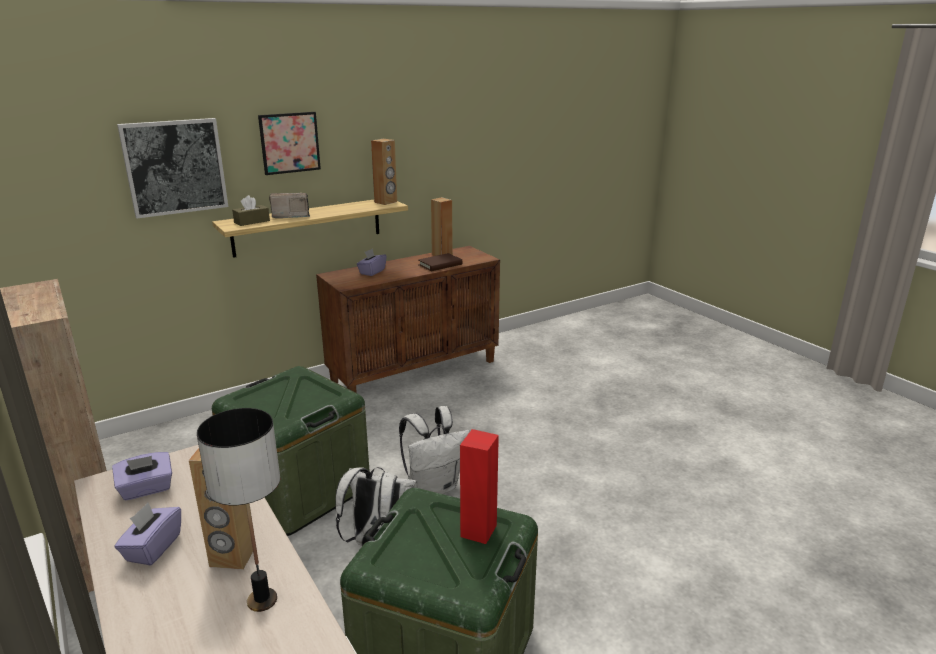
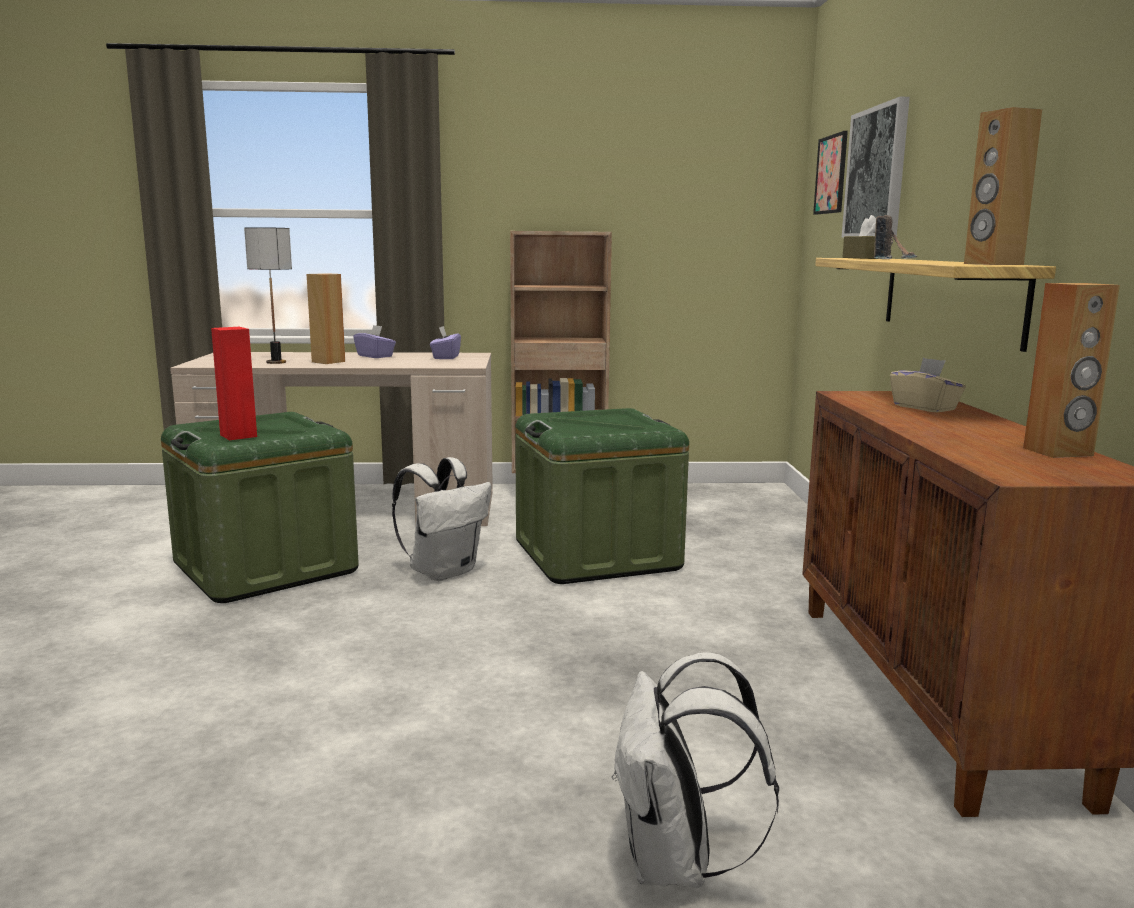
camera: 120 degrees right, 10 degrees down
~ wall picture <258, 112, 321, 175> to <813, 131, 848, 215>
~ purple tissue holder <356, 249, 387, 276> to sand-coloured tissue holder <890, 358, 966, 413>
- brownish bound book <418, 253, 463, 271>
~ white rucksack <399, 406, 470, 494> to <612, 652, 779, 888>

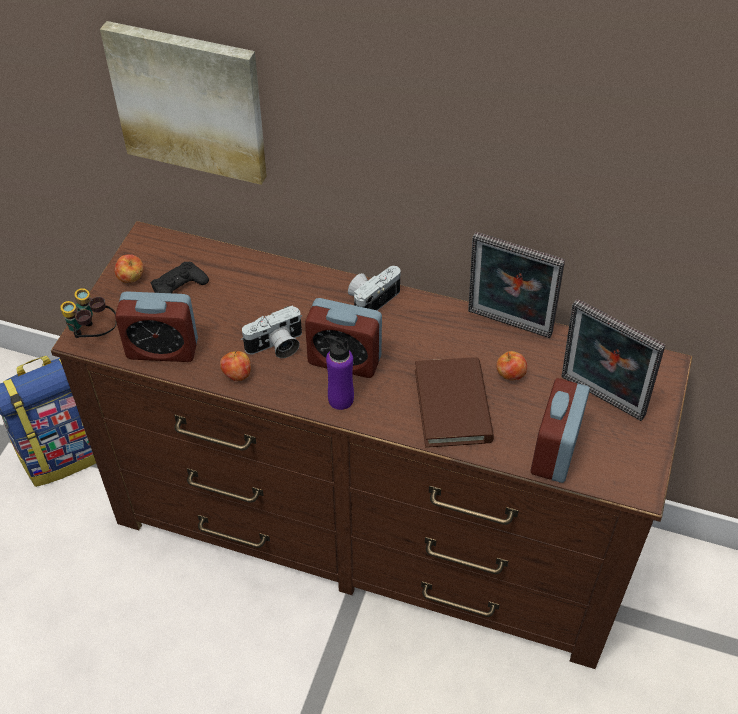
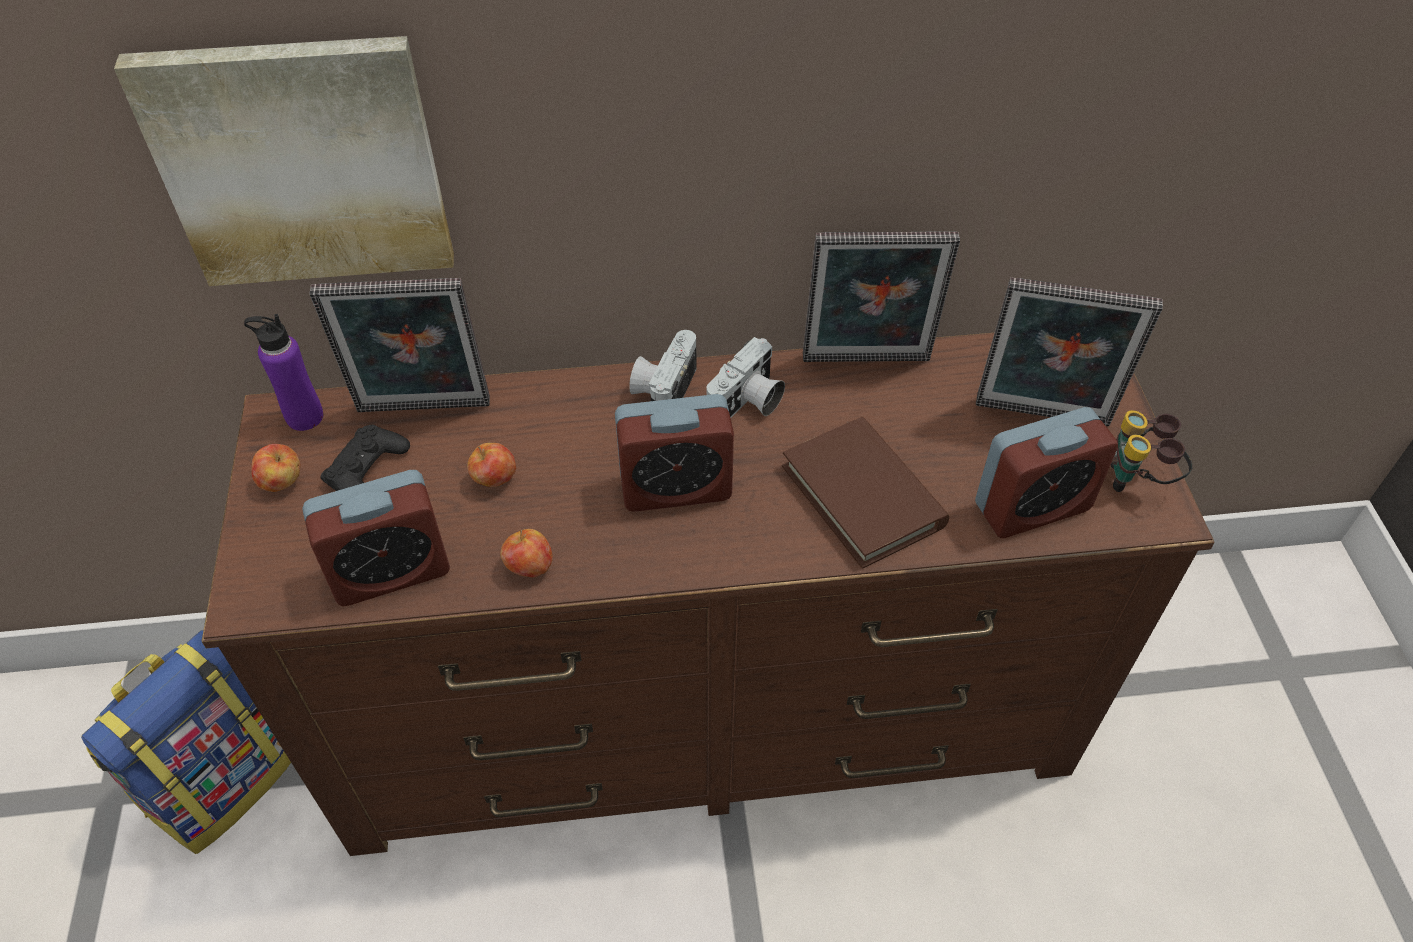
camera: 25 degrees left, 0 degrees up
~ pair of binoculars <60, 288, 117, 338> to <1111, 410, 1193, 492>
~ still camera <241, 305, 302, 358> to <706, 337, 785, 417>
~ purple drink bottle <325, 335, 354, 410> to <244, 314, 323, 431>
~ apple fruit <496, 351, 527, 380> to <467, 443, 516, 487>
~ bedside clock <531, 378, 590, 483> = <975, 407, 1118, 538> 105 degrees counterclockwise
+ picture frame <310, 278, 490, 412>

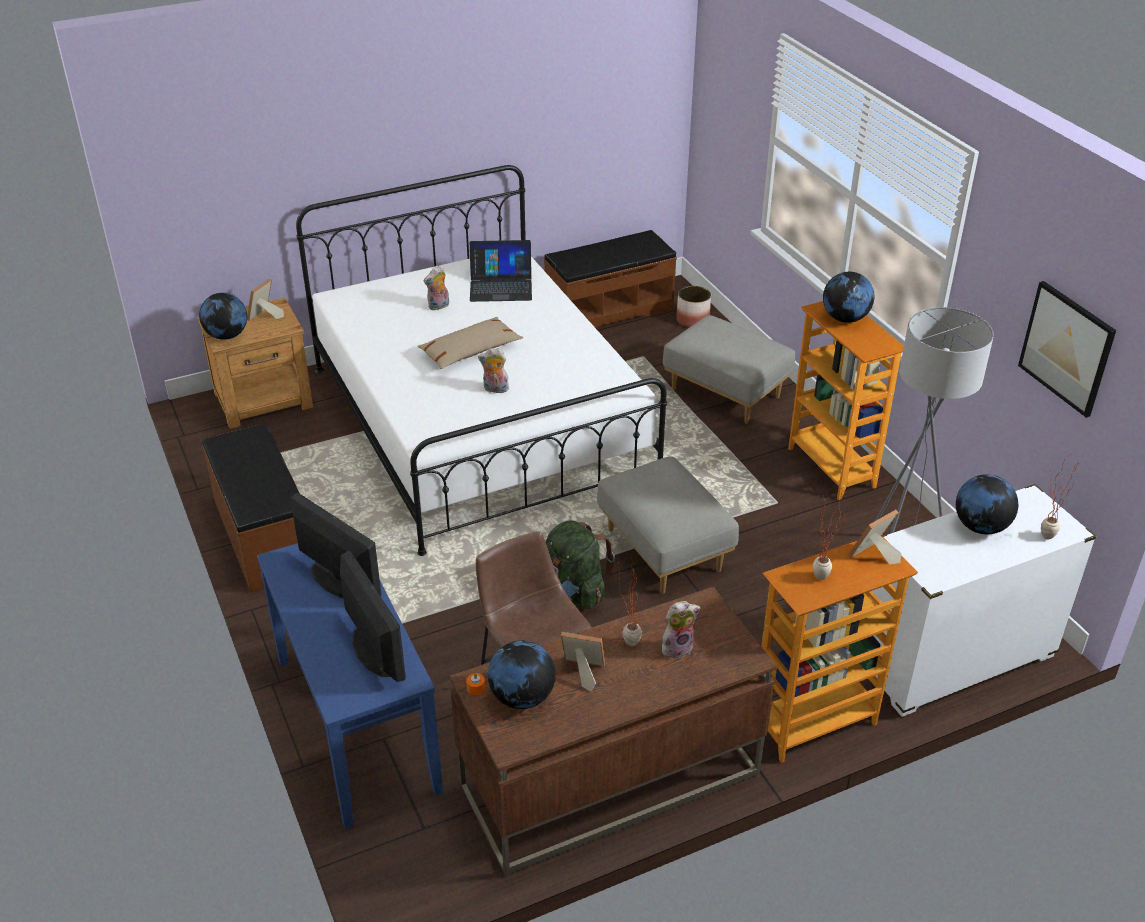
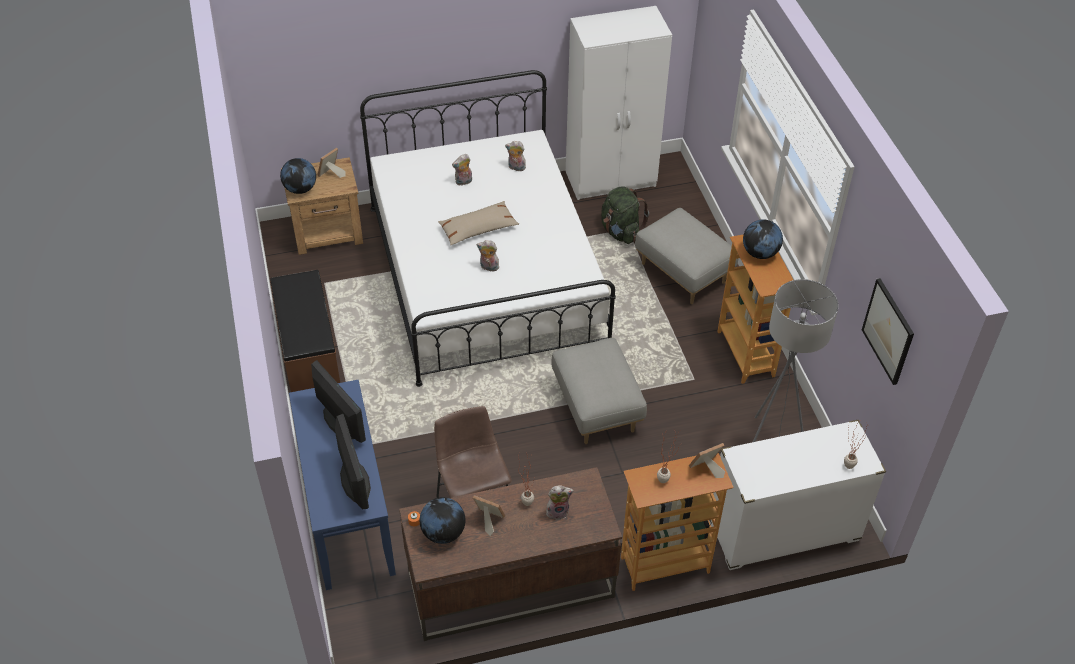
camera: 10 degrees right, 10 degrees up
~ brownish bench <544, 230, 677, 328> to white wardrobe <566, 6, 672, 200>
~ laptop <470, 240, 532, 302> to plush toy <505, 141, 526, 171>
- planter <676, 286, 711, 327>
- desk globe <956, 474, 1018, 534>
~ green-coloured rucksack <546, 520, 615, 609> to <601, 186, 649, 244>

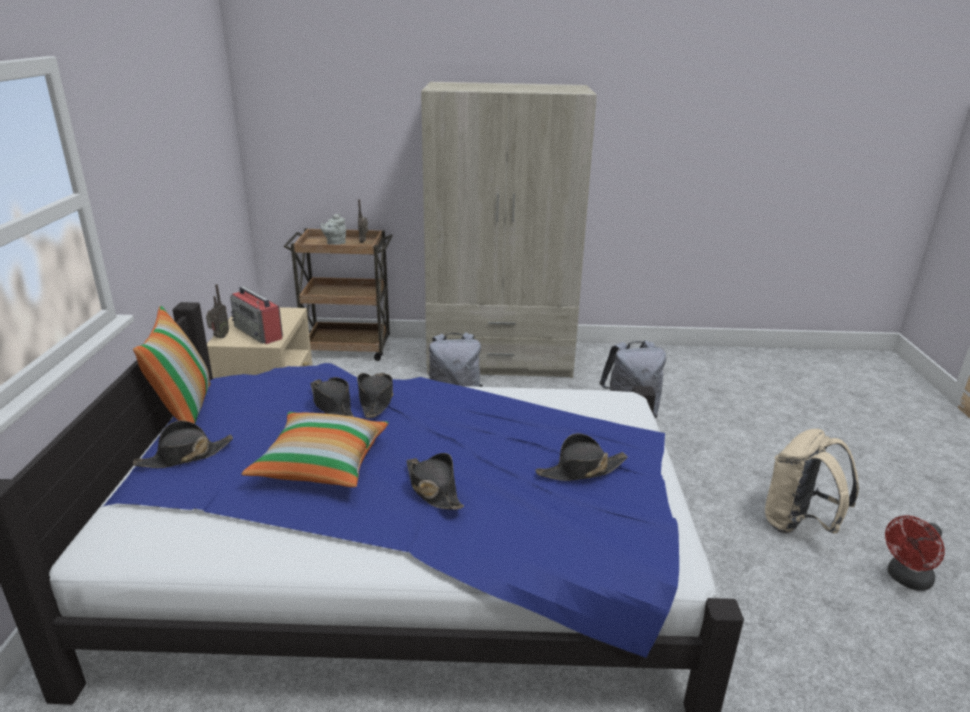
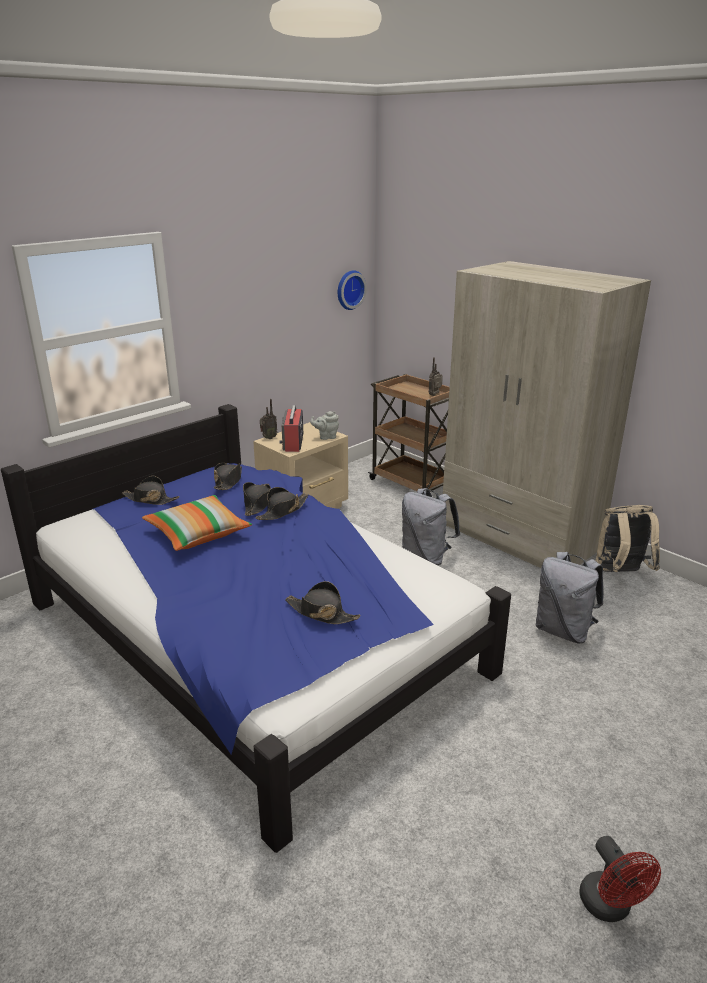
camera: 45 degrees right, 0 degrees up
~ greyish pot for tea <320, 213, 346, 245> to <310, 411, 339, 440>
- cushion <133, 306, 211, 424>
~ sand-coloured rucksack <765, 429, 859, 534> to <595, 505, 660, 572>
~ black-coloured wearable hat <407, 453, 464, 510> to <213, 463, 242, 490>
~ reddish electric fan <885, 516, 945, 591> = <579, 836, 661, 922> 120 degrees counterclockwise
+ clock on the wall <338, 270, 367, 310>

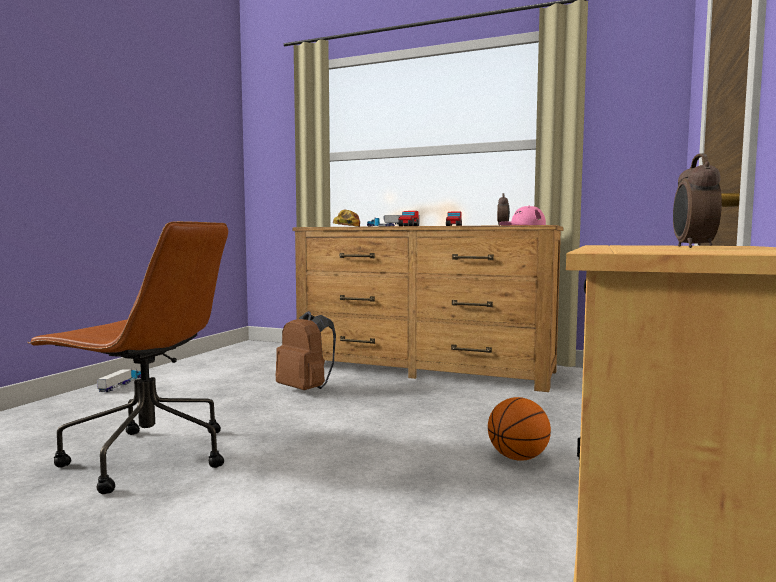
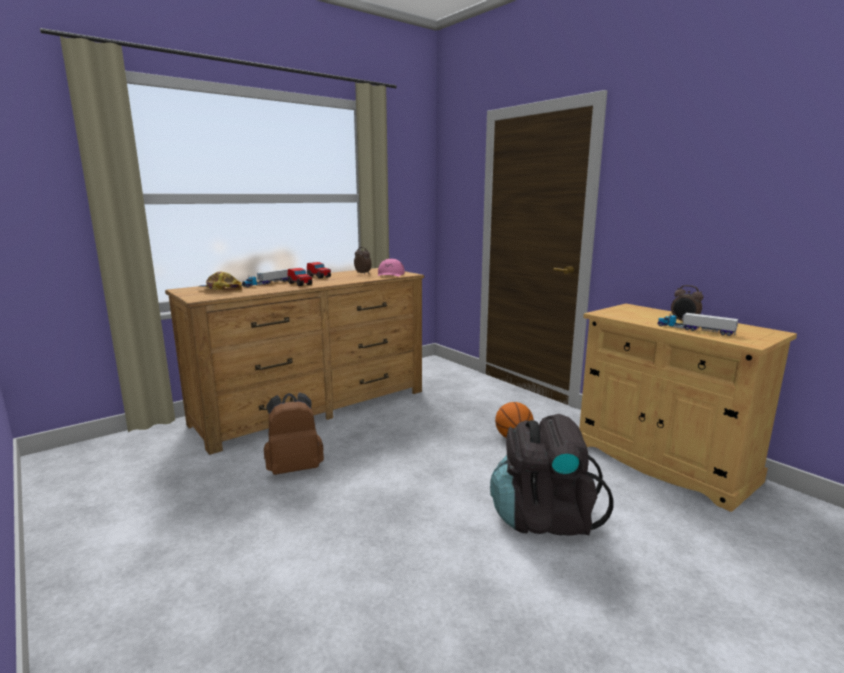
camera: 60 degrees left, 10 degrees up
- brownish office chair <27, 221, 228, 494>
~ model truck <97, 369, 141, 392> to <657, 313, 738, 336>
+ black-coloured rucksack <490, 414, 613, 536>

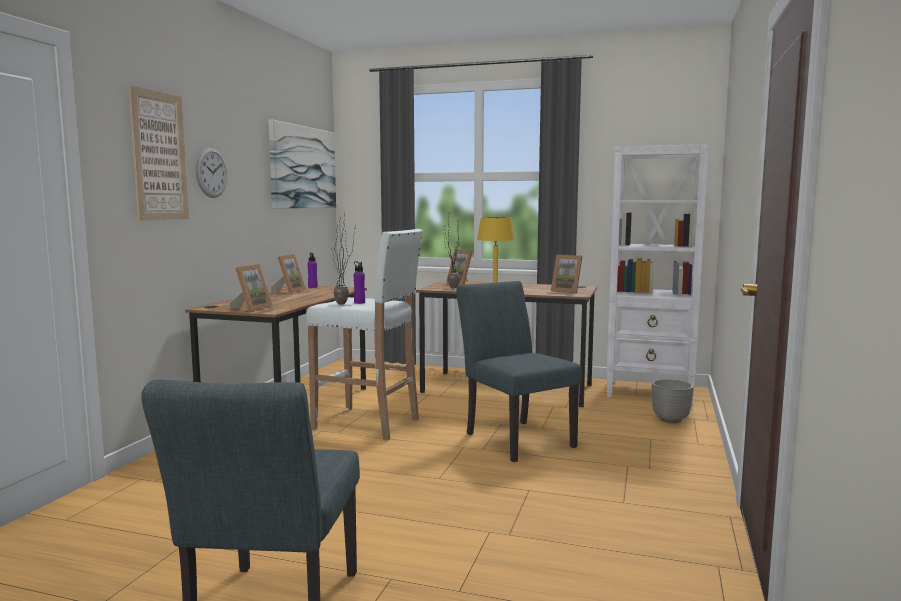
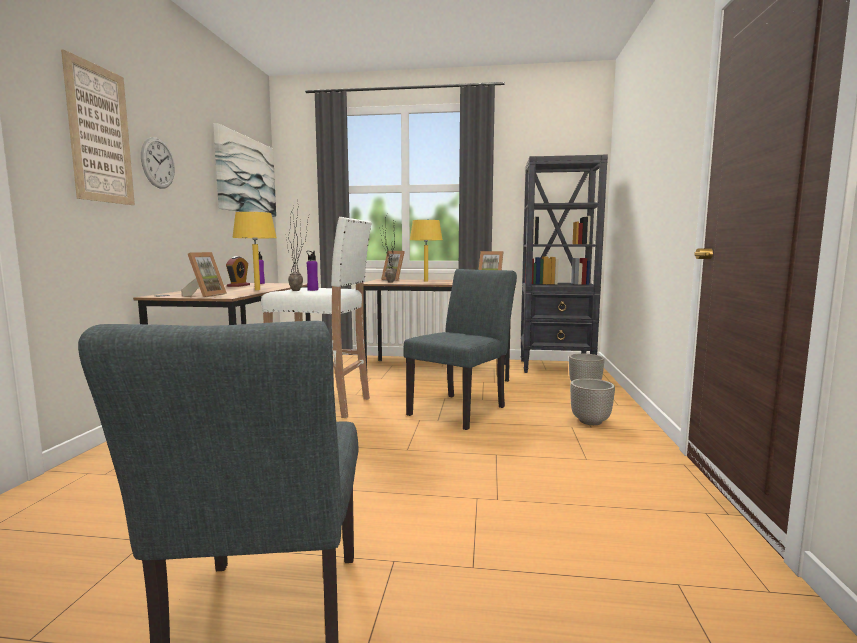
camera: 10 degrees left, 0 degrees up
~ white bookshelf <607, 144, 709, 402> to black-coloured bookshelf <521, 155, 608, 373>
~ picture frame <271, 254, 306, 293> to bedside clock <226, 256, 250, 287>
~ greyish plain chair <456, 281, 582, 462> = <404, 269, 517, 430> 75 degrees clockwise
+ yellow lamp for a table <232, 212, 277, 290>
+ planter <570, 379, 615, 425>

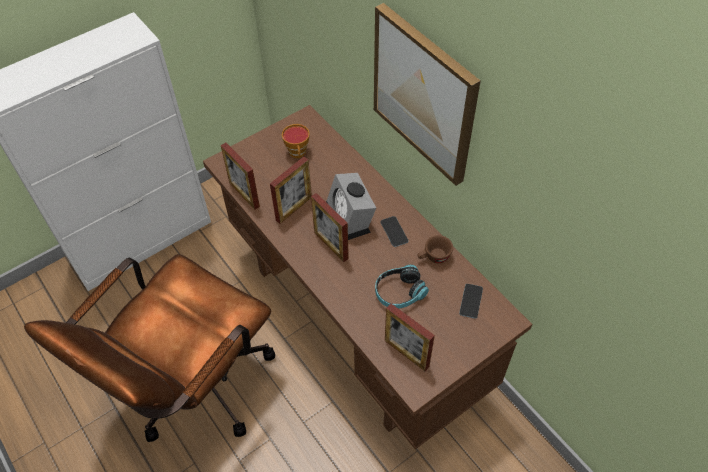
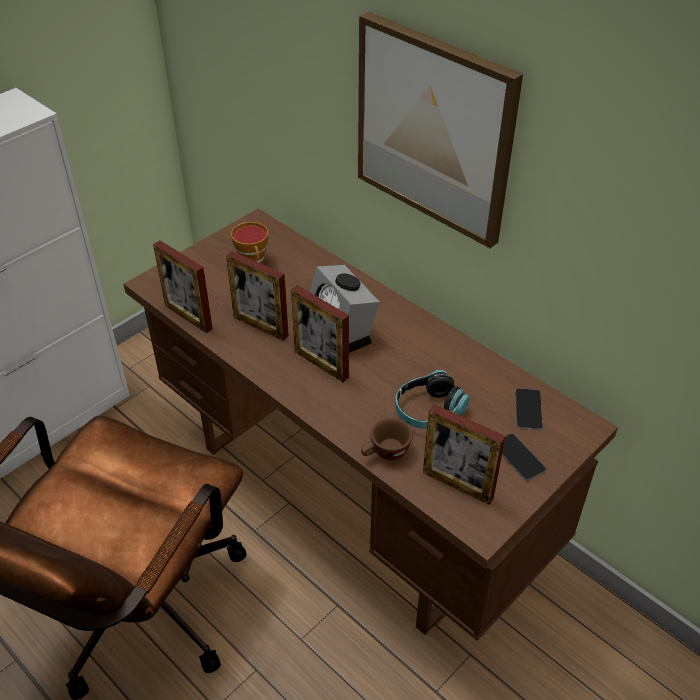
camera: 10 degrees left, 10 degrees down
~ picture frame <270, 157, 312, 224> = <226, 251, 289, 341> 90 degrees clockwise
~ handset <381, 216, 409, 247> to <502, 434, 546, 481>
~ brownish small cup <418, 235, 453, 263> to <361, 418, 413, 460>

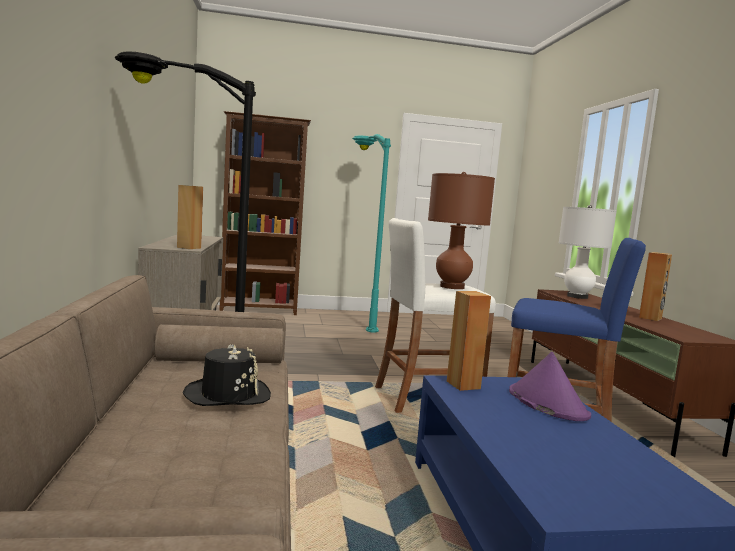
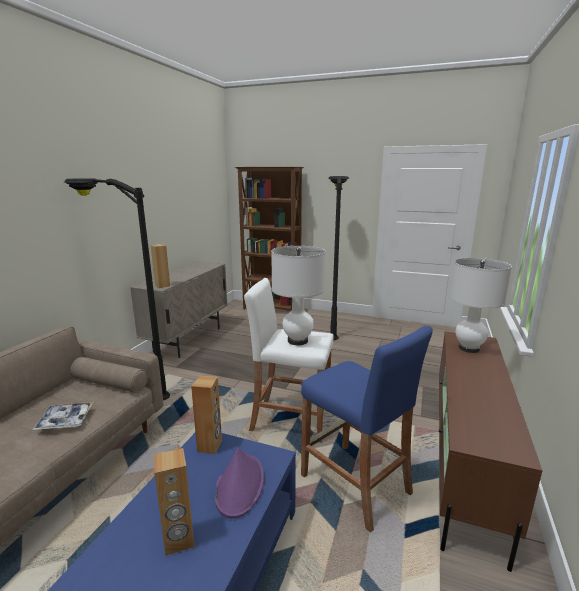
camera: 30 degrees right, 10 degrees up
~ blue-green floor lamp <352, 134, 391, 333> to black-coloured floor lamp <328, 176, 350, 340>
~ brownish lamp for a table <428, 172, 495, 289> to white lamp for a table <271, 246, 326, 345>
~ brownish loudspeaker <639, 252, 672, 321> to <154, 448, 195, 555>
~ black-coloured wearable hat <183, 344, 271, 406> to serving tray <32, 402, 93, 430>

